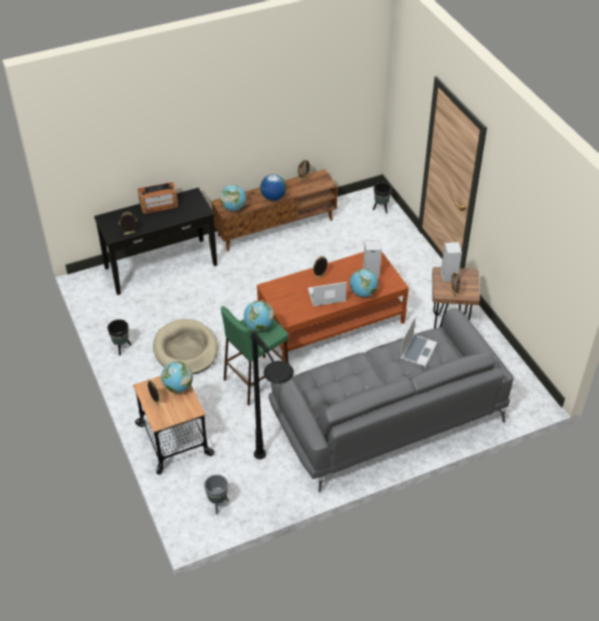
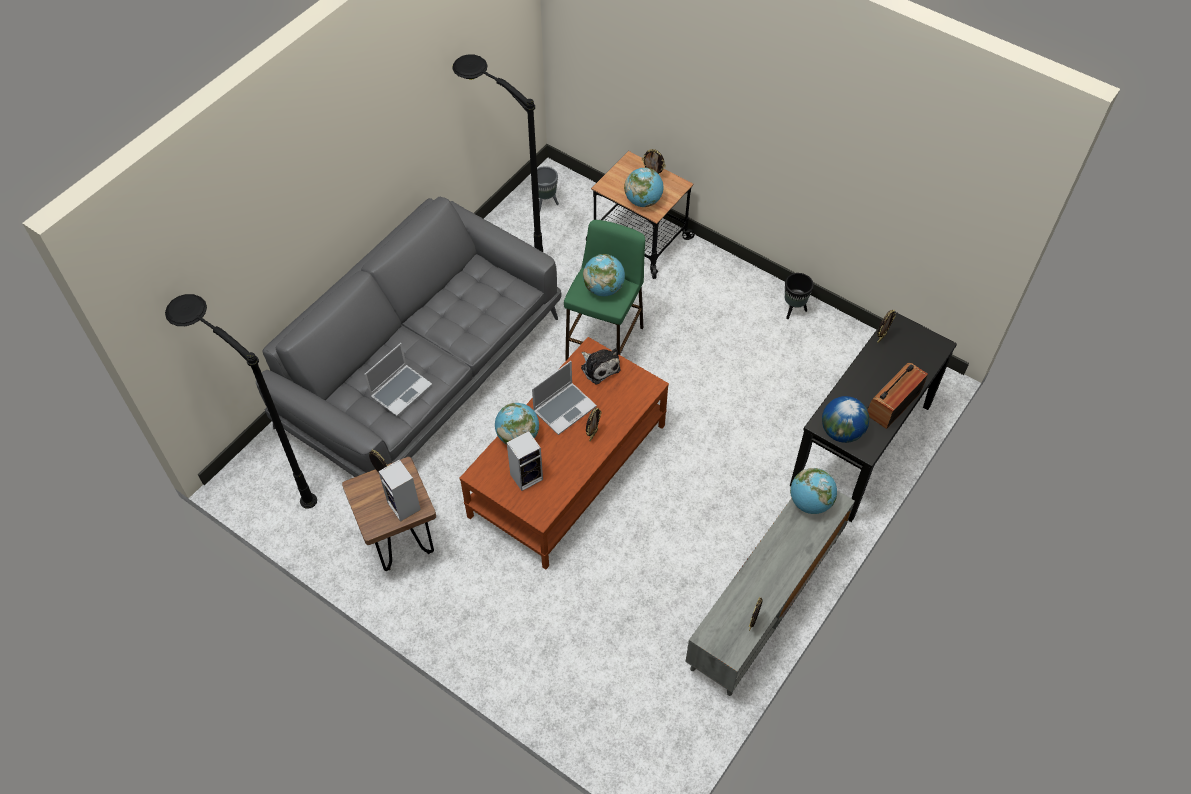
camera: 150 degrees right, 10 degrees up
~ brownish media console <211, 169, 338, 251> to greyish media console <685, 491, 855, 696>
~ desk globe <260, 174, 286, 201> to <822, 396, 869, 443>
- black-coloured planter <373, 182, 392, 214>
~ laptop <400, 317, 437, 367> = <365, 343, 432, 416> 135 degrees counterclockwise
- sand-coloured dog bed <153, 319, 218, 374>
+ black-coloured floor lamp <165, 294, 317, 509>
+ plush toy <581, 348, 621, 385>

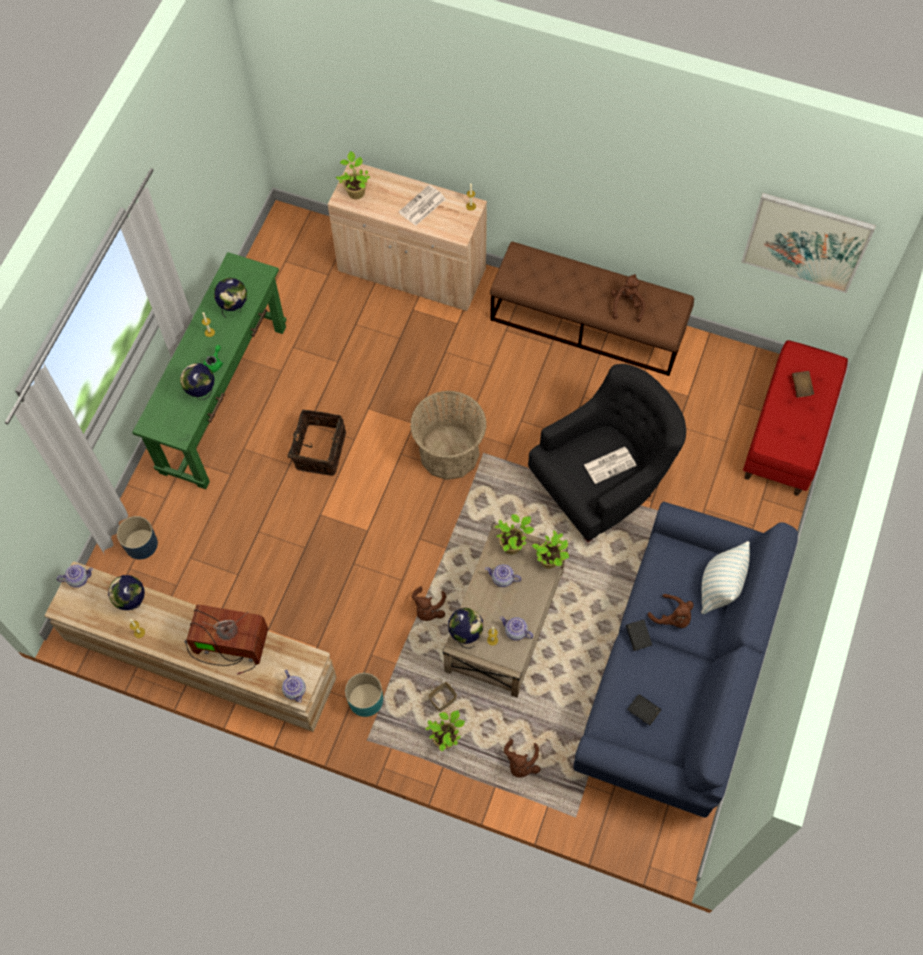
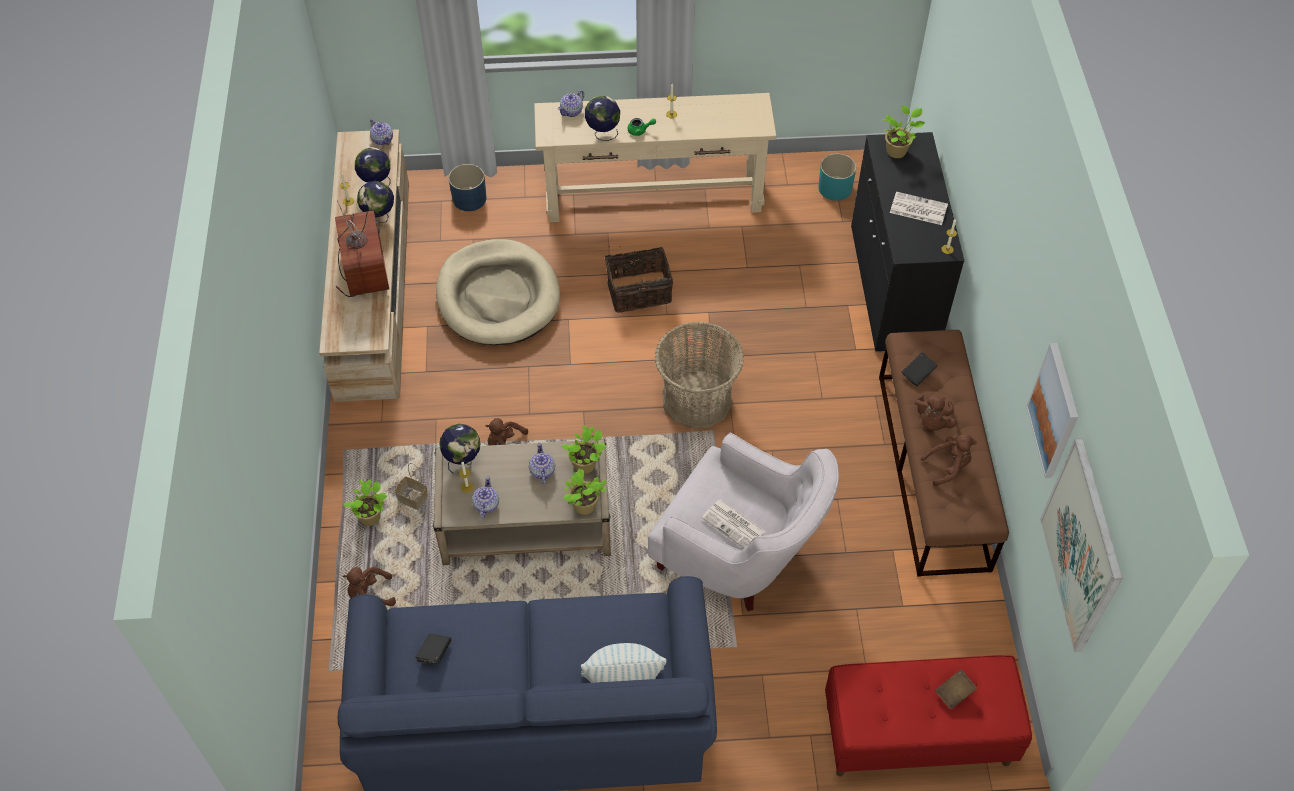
camera: 65 degrees right, 10 degrees down
~ sand-coloured storage cabinet <328, 161, 487, 311> to black-coloured storage cabinet <851, 132, 964, 352>
~ green-coloured narrow table <132, 252, 287, 489> to sand-coloured narrow table <534, 93, 777, 222>
~ desk globe <214, 278, 247, 318> to <357, 181, 394, 223>
~ black-coloured easy chair <528, 364, 686, 542> to white easy chair <648, 433, 839, 611>
~ brownish plush toy <648, 594, 694, 628> to <915, 395, 957, 431>
~ black-coloured bound book <626, 620, 652, 651> to <901, 352, 937, 386>
~ pot for tea <282, 670, 306, 703> to <558, 90, 584, 117>
~ blue-green planter <345, 673, 383, 717> to <818, 153, 856, 201>
+ sand-coloured dog bed <436, 239, 560, 345>
+ wall picture <1026, 343, 1078, 478>

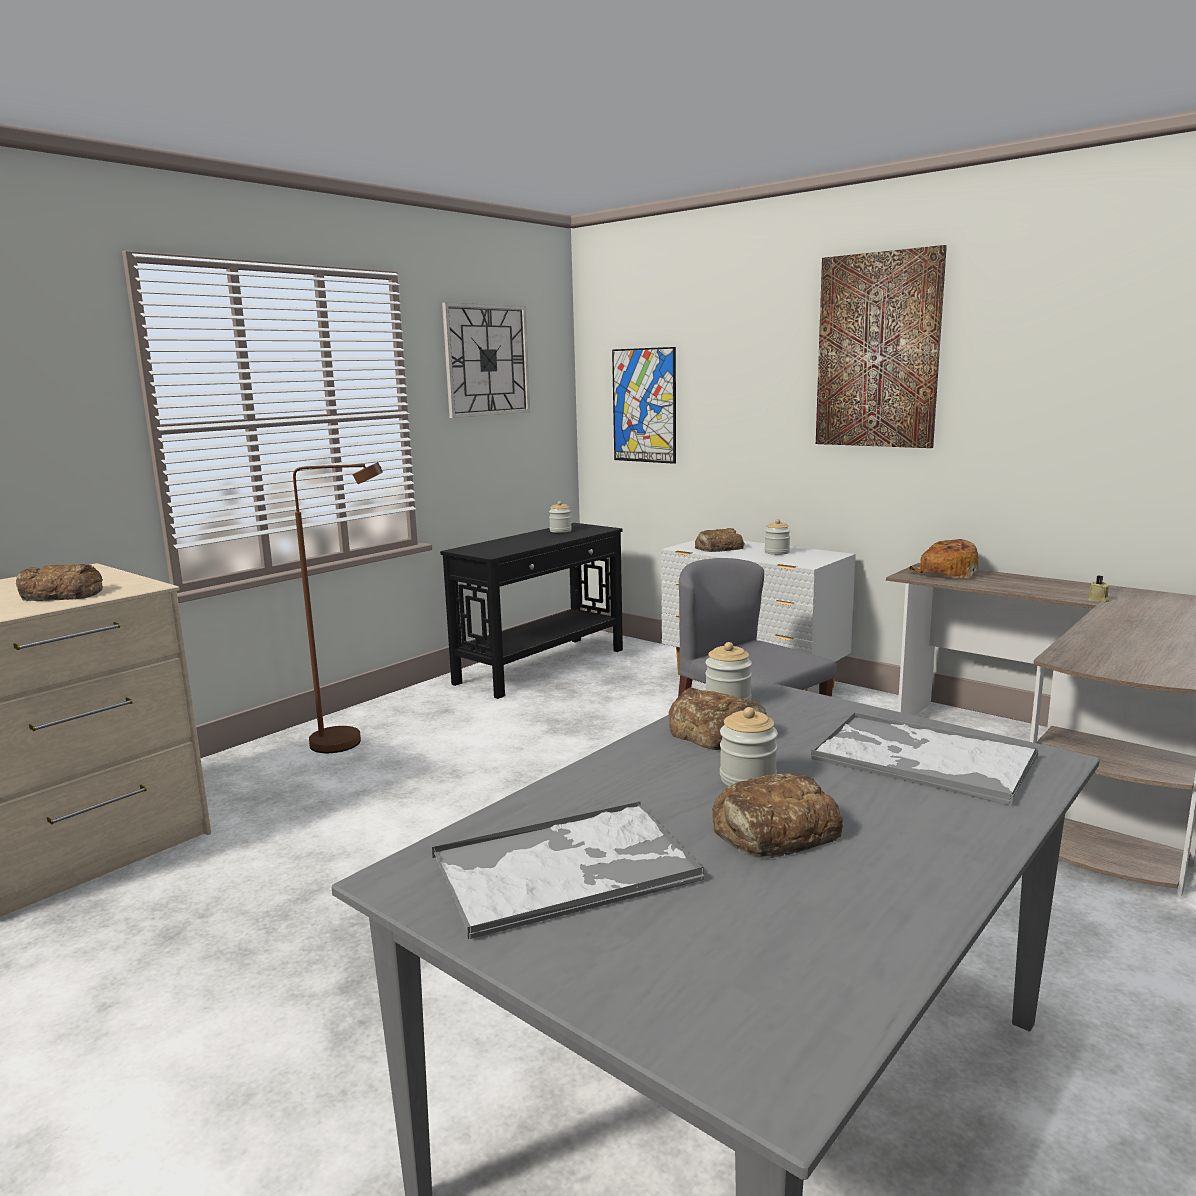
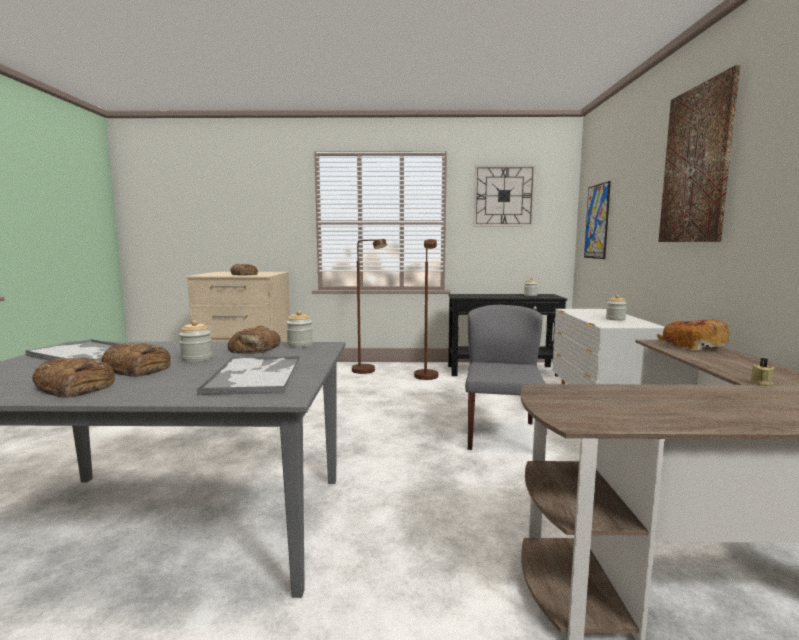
camera: 50 degrees right, 5 degrees down
~ baked bread <695, 528, 745, 552> to <32, 357, 115, 398>
+ brownish floor lamp <414, 239, 438, 380>

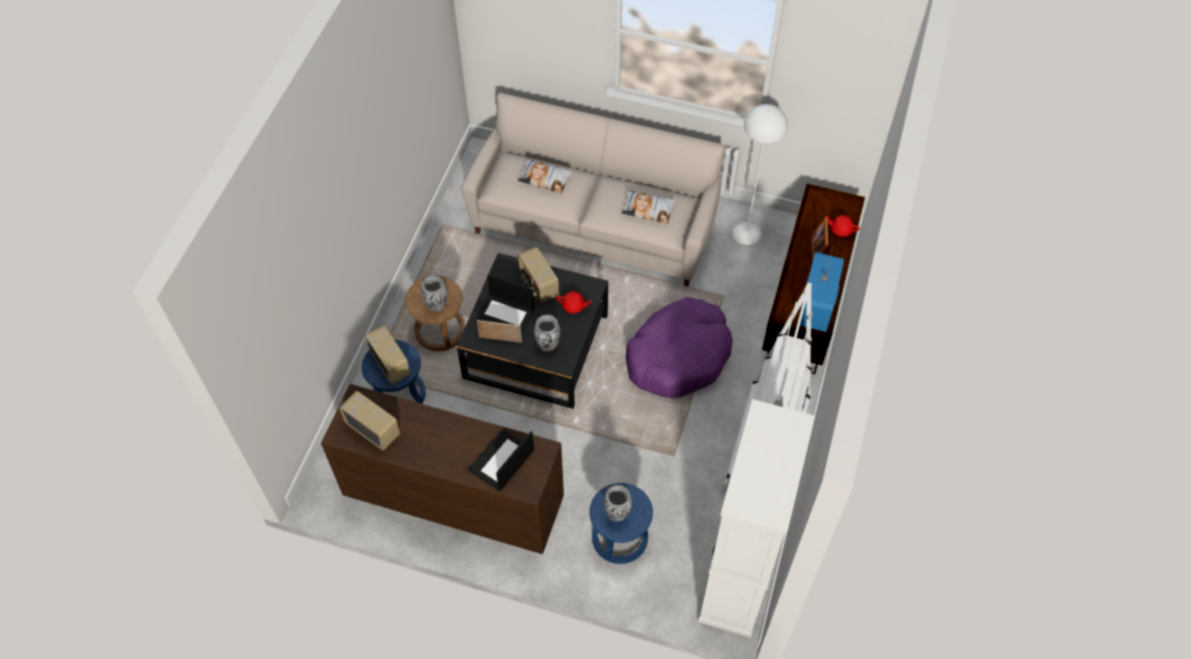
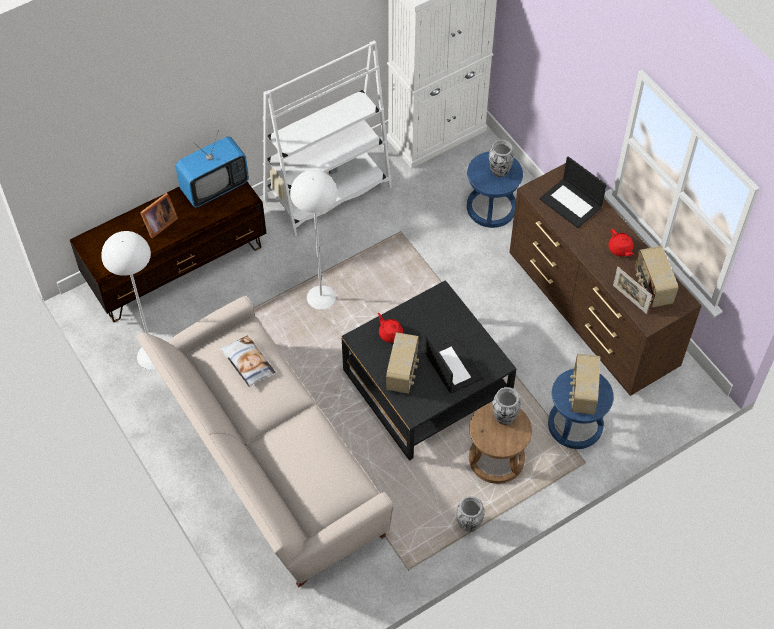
camera: 140 degrees left, 0 degrees up
- cushion <518, 159, 573, 194>
~ reddish pot for tea <825, 215, 860, 237> to <608, 229, 634, 257>
~ purple dog bed <626, 297, 733, 398> to white floor lamp <290, 170, 338, 309>
~ flower vase <534, 315, 561, 352> to <456, 496, 485, 532>
~ picture frame <477, 320, 522, 343> to <613, 267, 652, 314>
~ laptop <468, 429, 534, 491> = <540, 156, 606, 228> 60 degrees clockwise

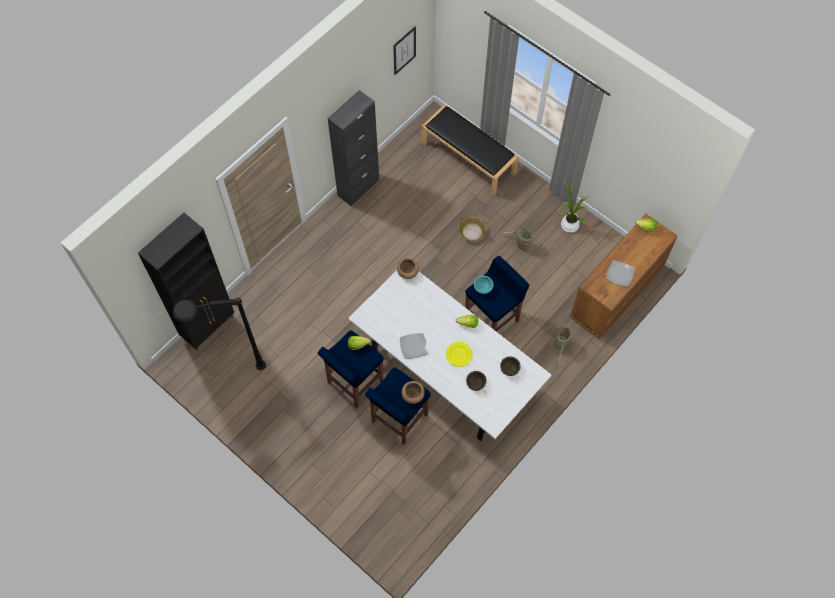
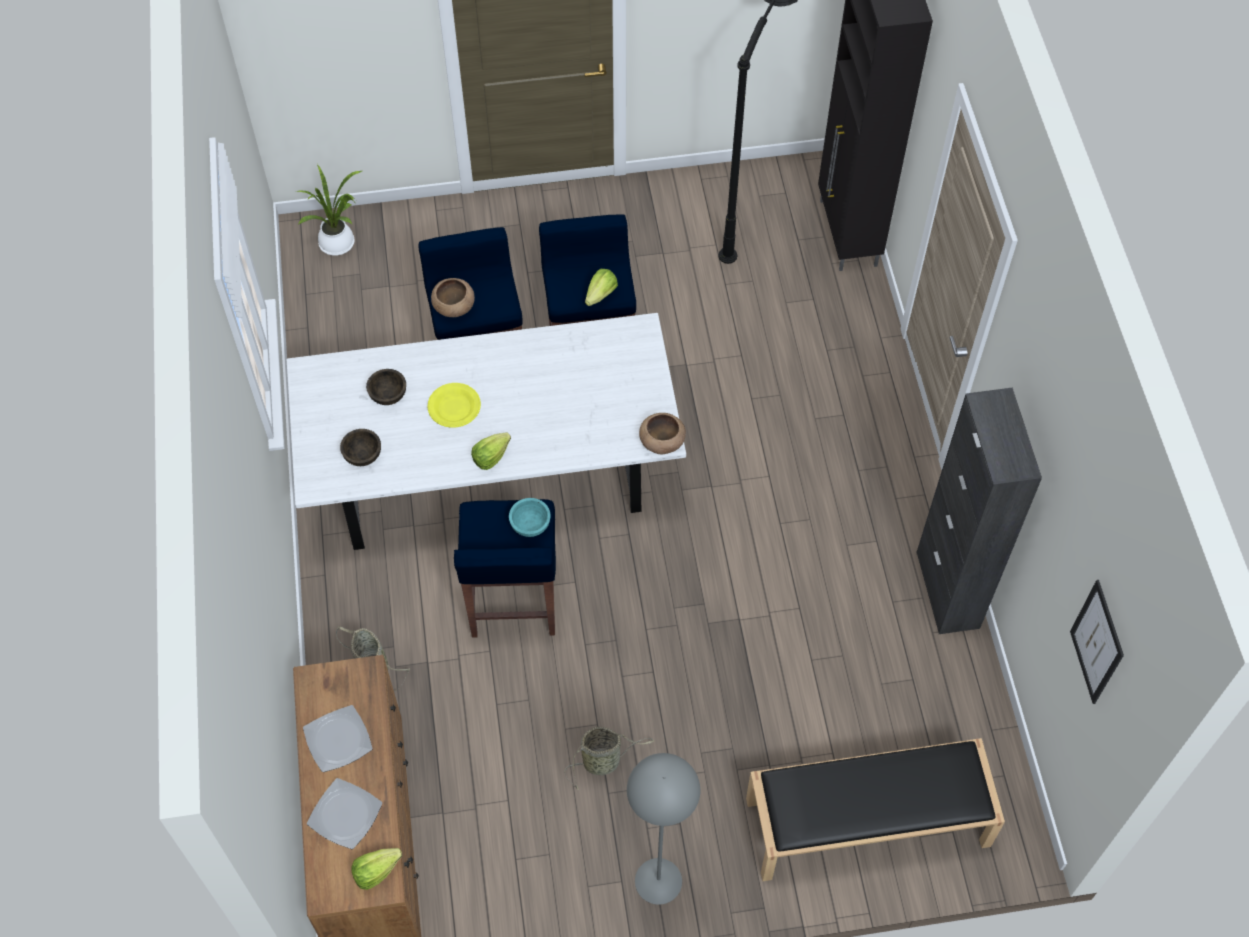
camera: 130 degrees right, 5 degrees down
~ plant in a pot <559, 181, 591, 232> to <296, 165, 362, 256>
- basket <458, 217, 487, 241>
~ dinner plate <400, 333, 428, 359> to <307, 778, 382, 849>
+ greyish floor lamp <627, 753, 700, 905>

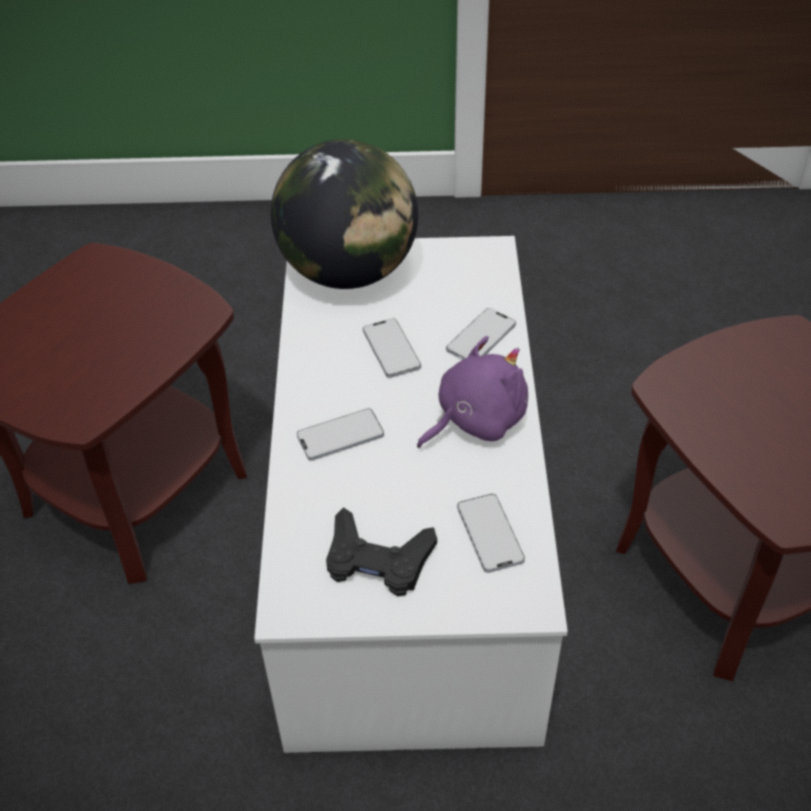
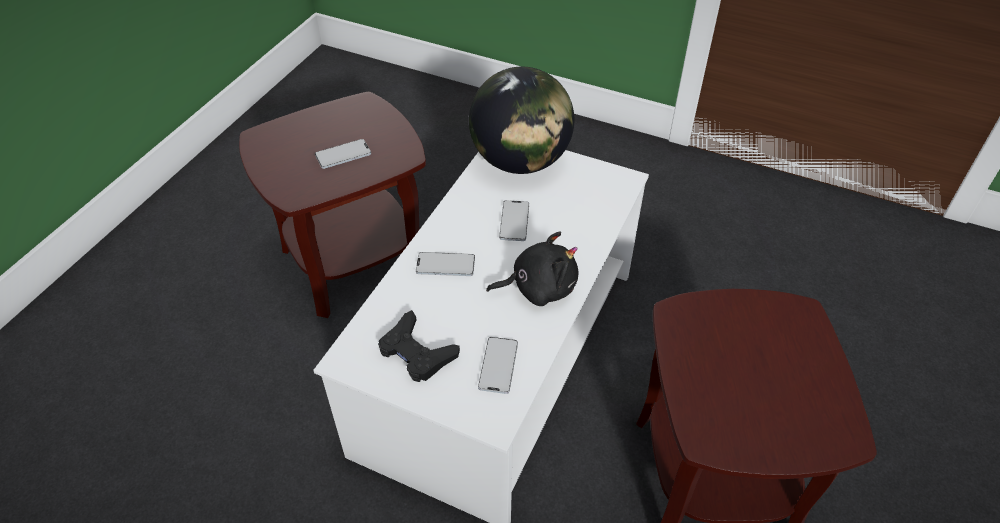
camera: 25 degrees right, 0 degrees up
~ handset <446, 308, 516, 360> to <315, 139, 371, 169>
~ purple plush toy <417, 336, 528, 448> to black-coloured plush toy <486, 231, 578, 306>

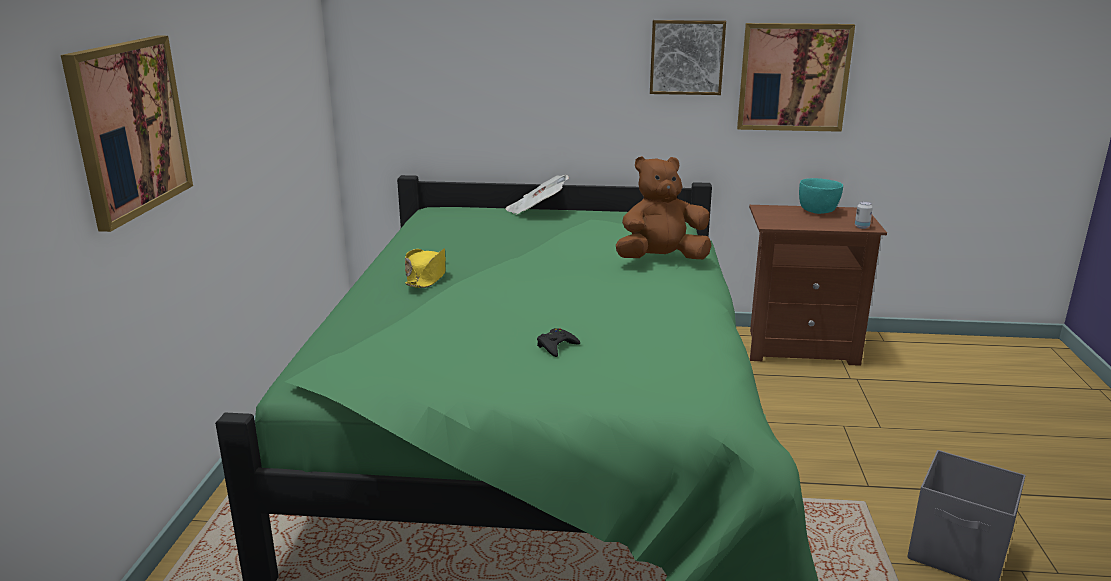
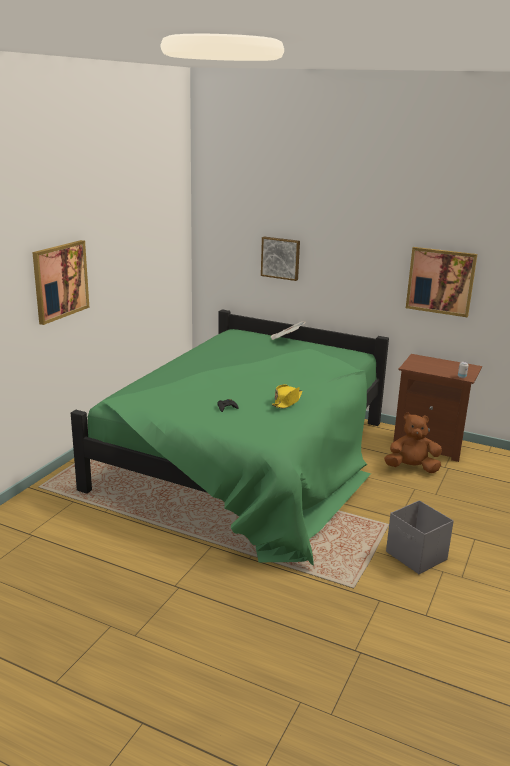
camera: 20 degrees right, 0 degrees up
~ wall picture <650, 20, 726, 95> to <261, 237, 300, 281>
~ brownish plush toy <616, 156, 711, 259> to <384, 413, 442, 473>
- blue-green deep dish <799, 178, 843, 214>
~ yellow wearable hat <405, 248, 446, 288> to <272, 384, 303, 408>

